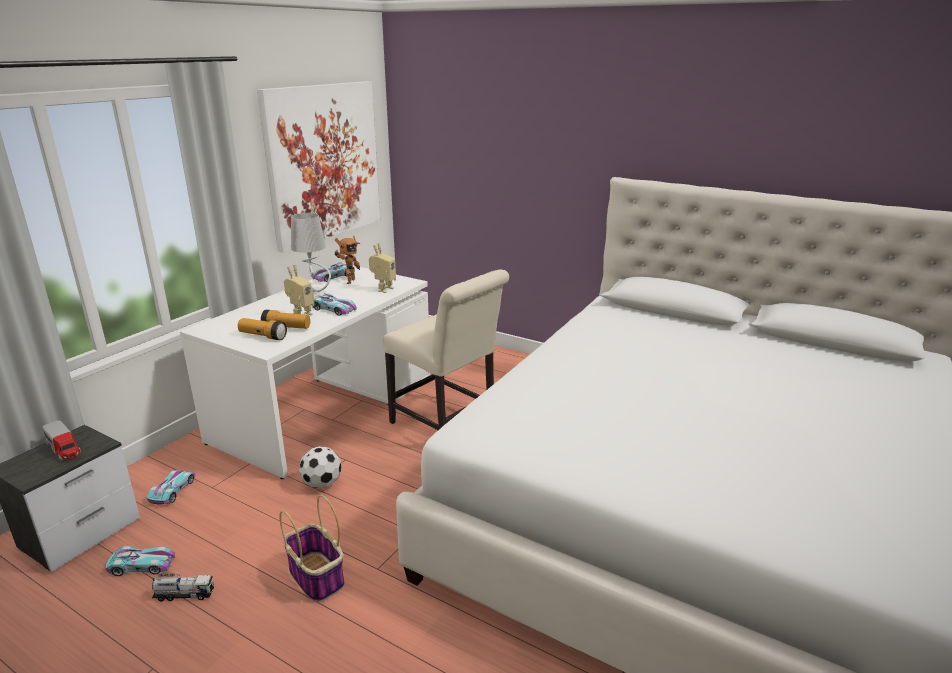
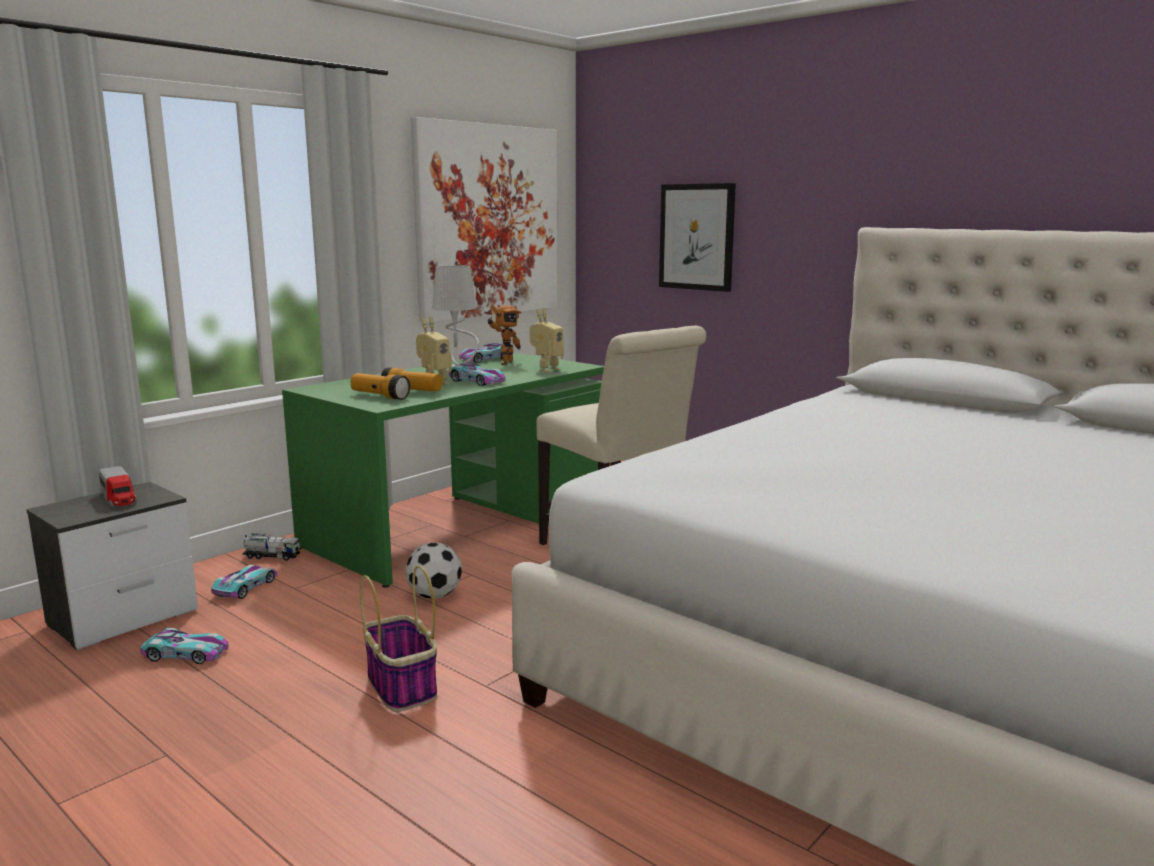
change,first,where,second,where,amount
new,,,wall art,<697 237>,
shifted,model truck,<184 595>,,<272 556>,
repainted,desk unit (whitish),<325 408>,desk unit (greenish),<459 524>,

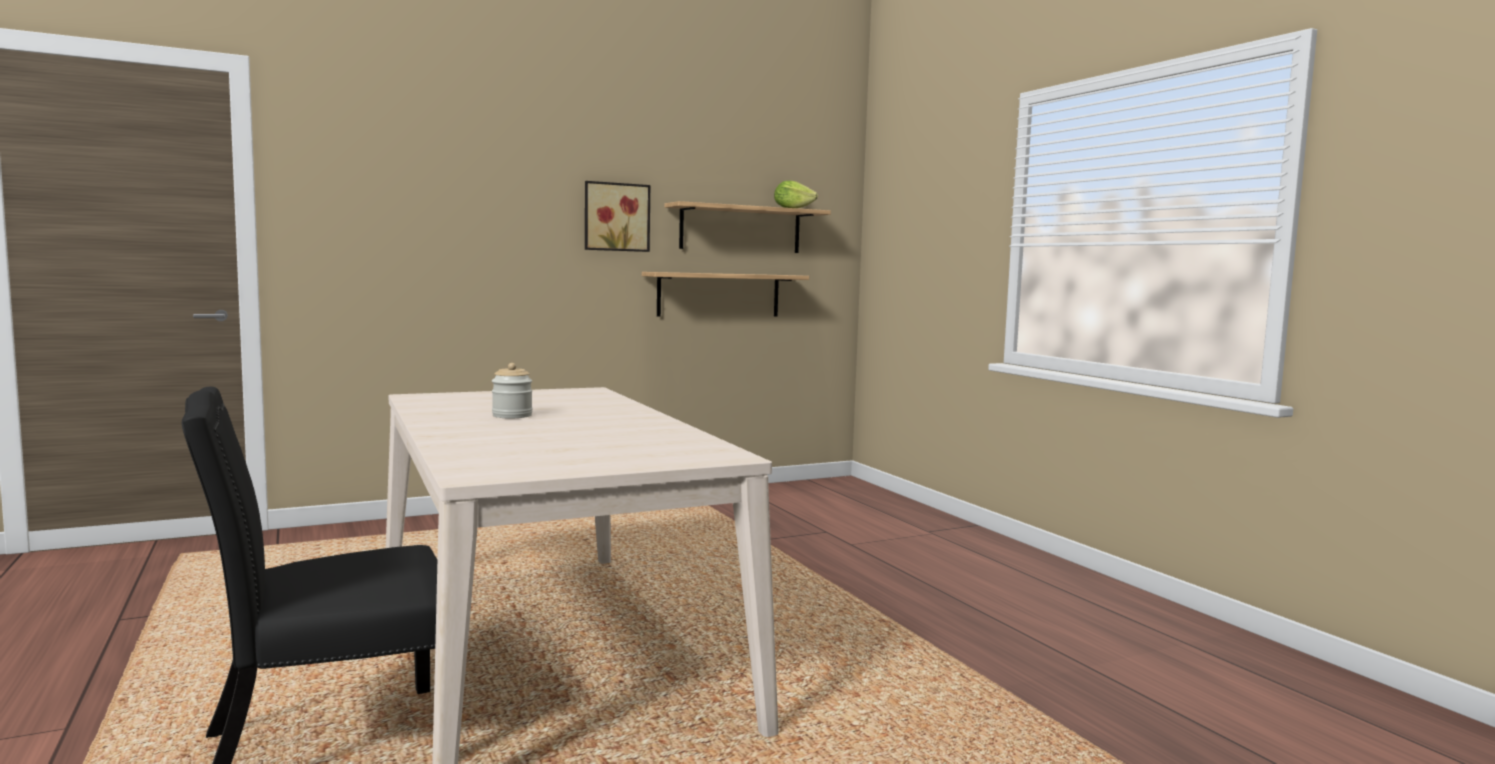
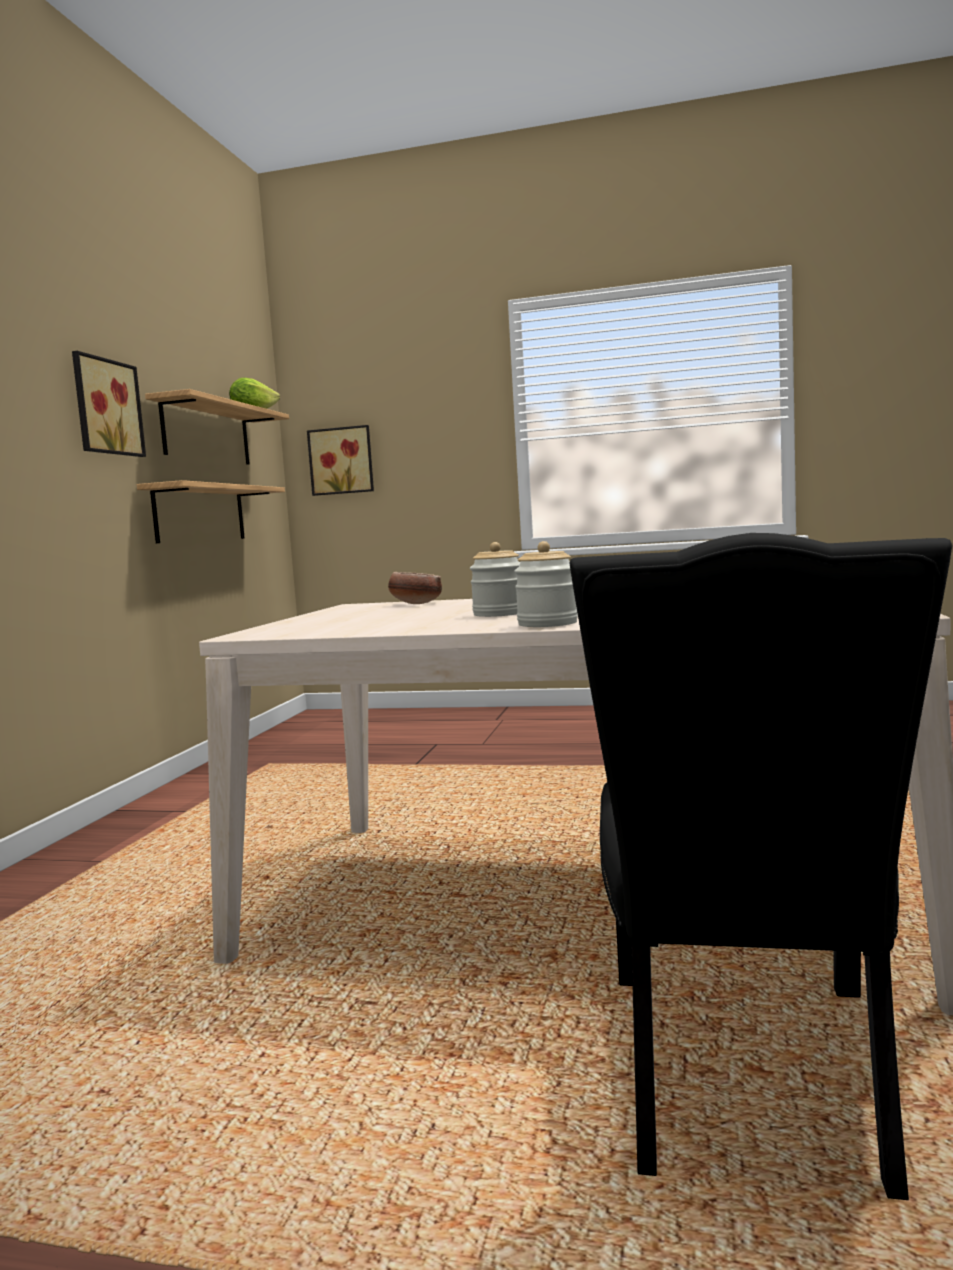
change,first,where,second,where,amount
new,,,wall art,<342 461>,
new,,,serving bowl,<415 604>,
new,,,preserve jar,<547 624>,

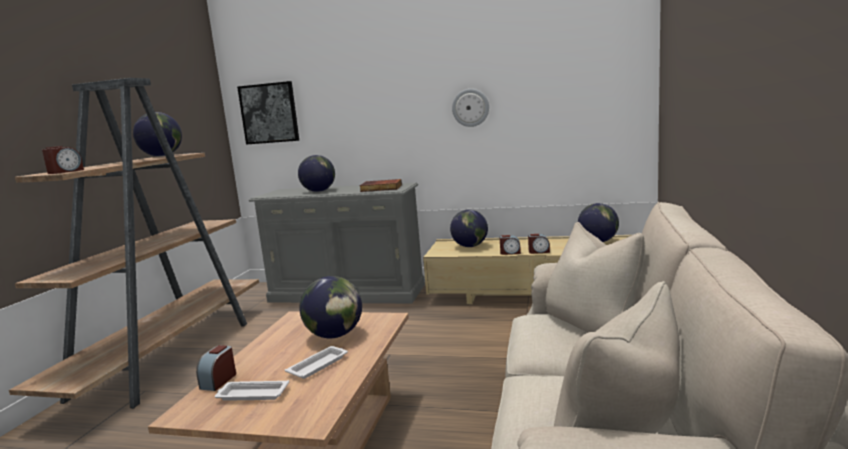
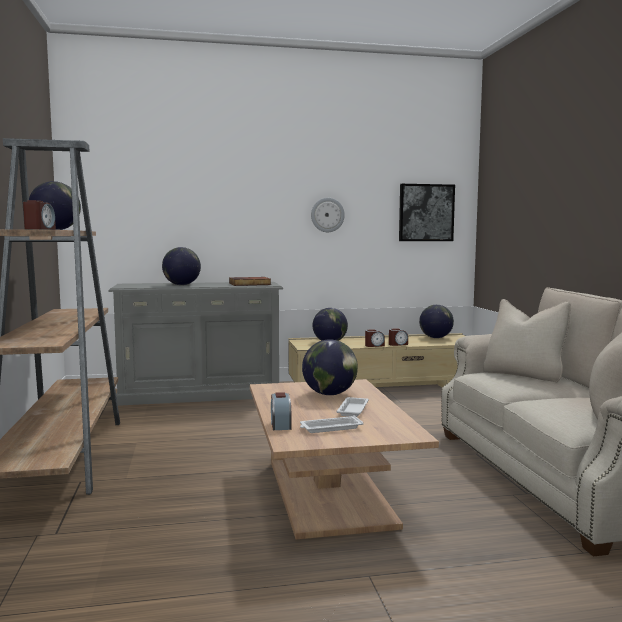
change,first,where,second,where,amount
shifted,wall art,<269 113>,,<426 212>,

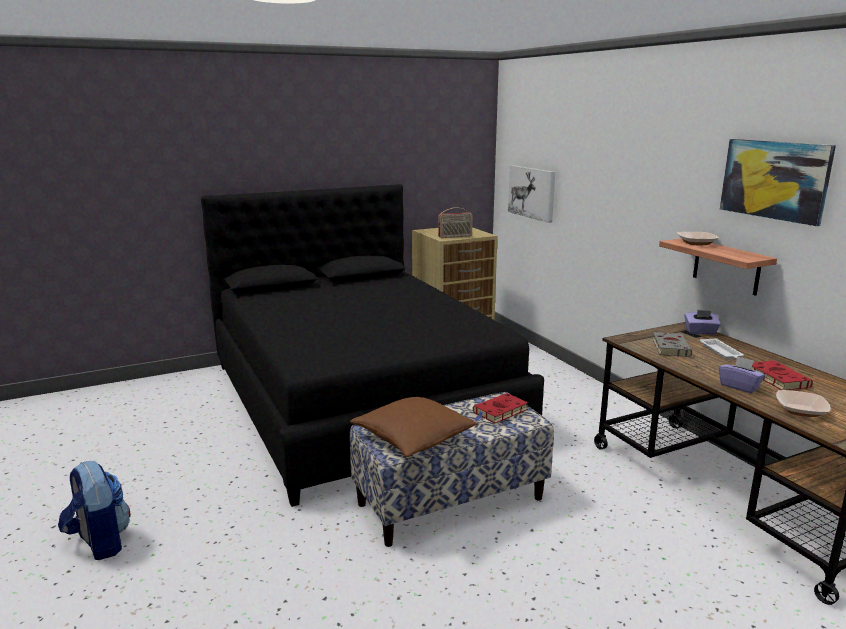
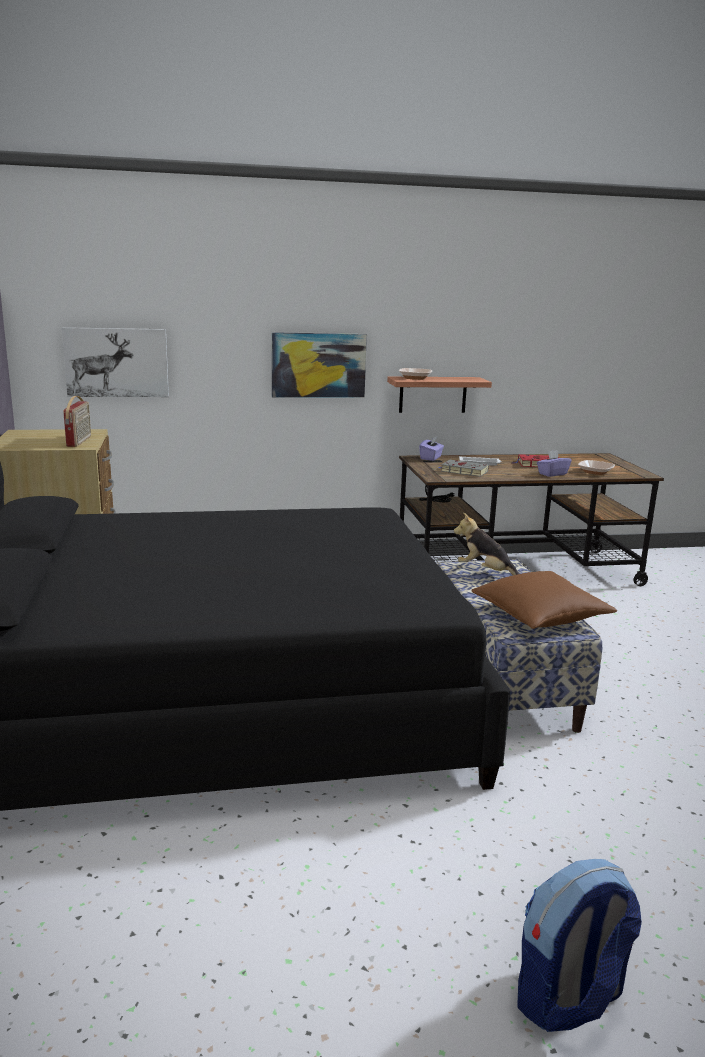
change,first,where,second,where,amount
shifted,wall art,<774 180>,,<318 365>,
swapped,bound book (red),<499 412>,soft toy,<486 572>,

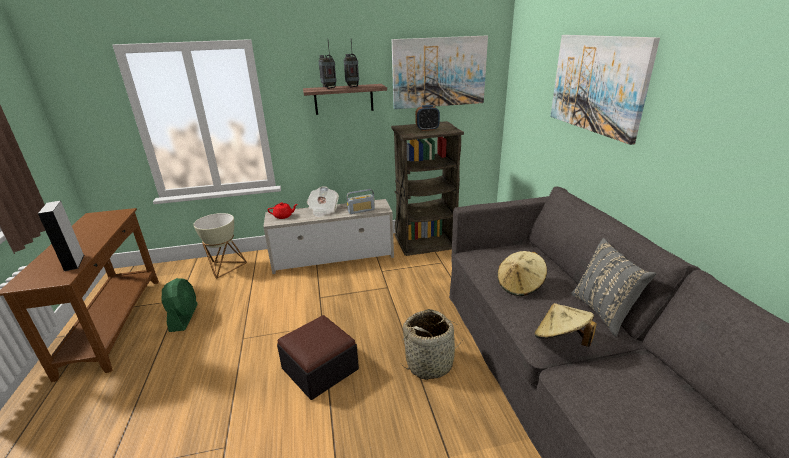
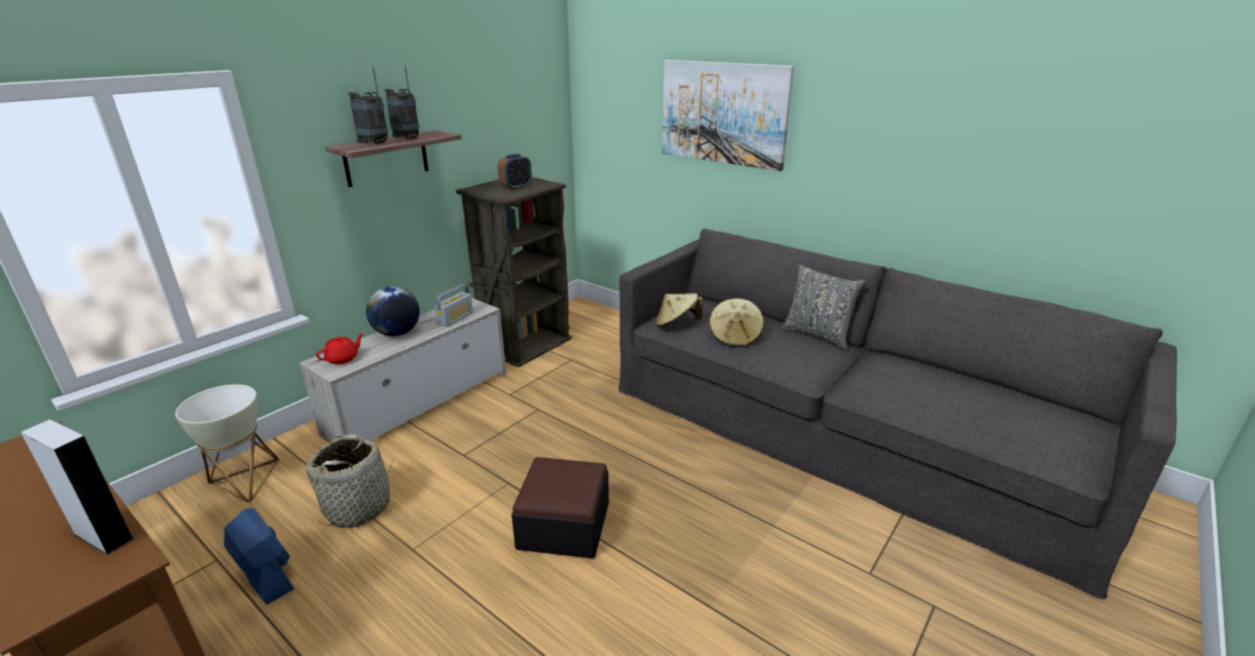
change,first,where,second,where,amount
gone,wall art,<439 72>,,,
shifted,household basket,<430 363>,,<358 506>,
shifted,wearable hat (sand-coloured),<560 339>,,<676 324>,
swapped,newspaper,<323 210>,world globe,<397 333>,
repainted,fan (greenish),<184 317>,fan (bluish),<266 575>,

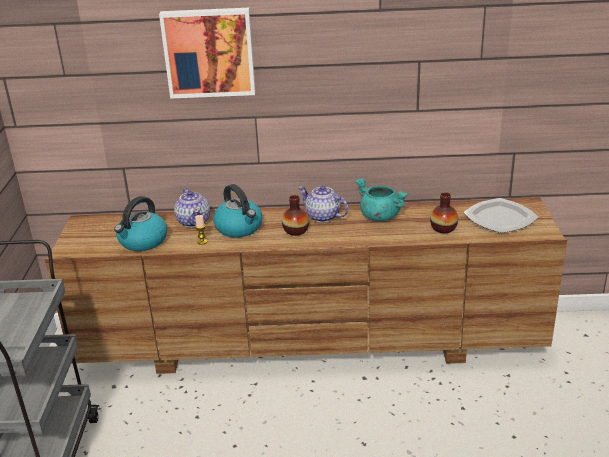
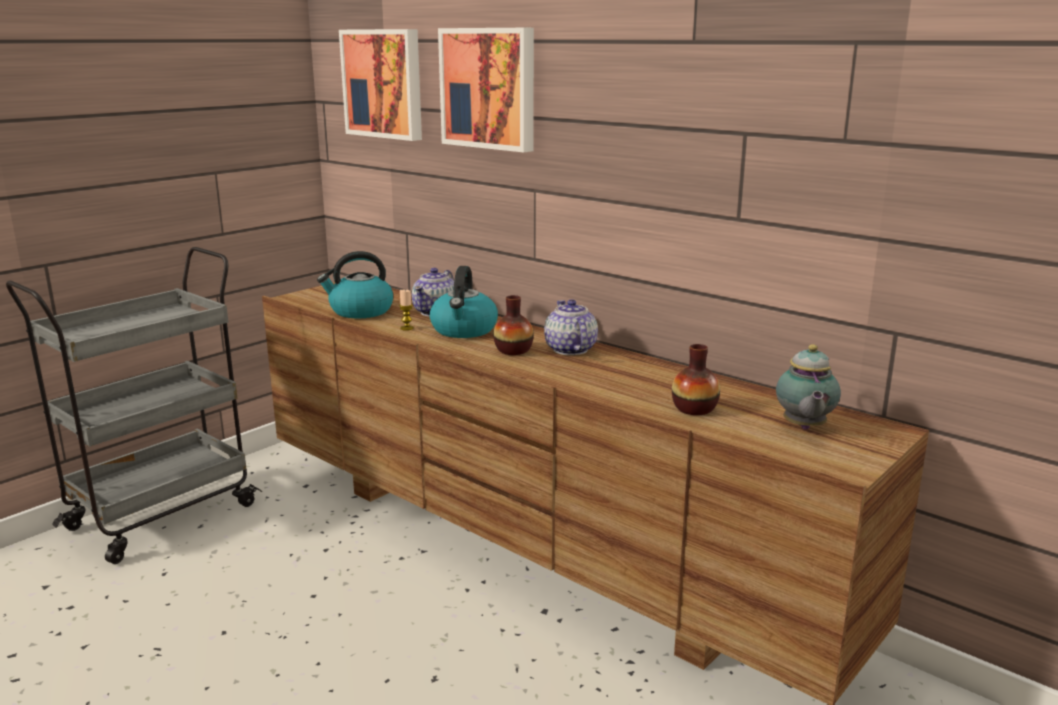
change,first,where,second,where,amount
gone,stockpot (turquoise-coloured),<379 216>,,,
new,,,wall art,<384 83>,
swapped,flat dish,<499 218>,teapot,<803 427>,

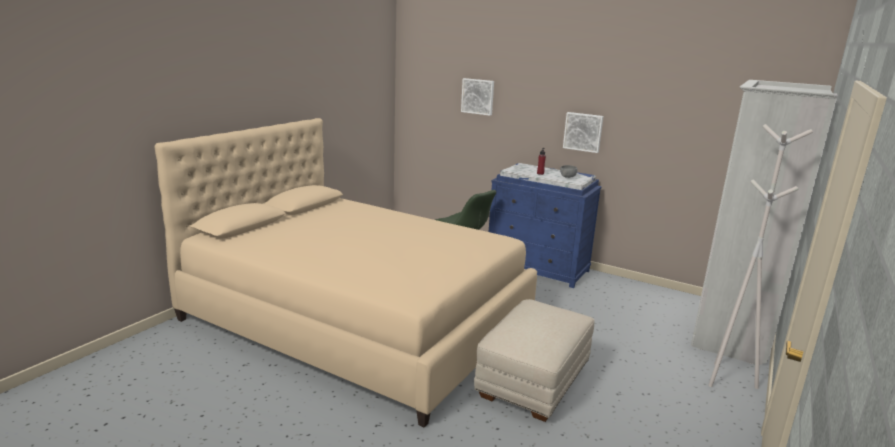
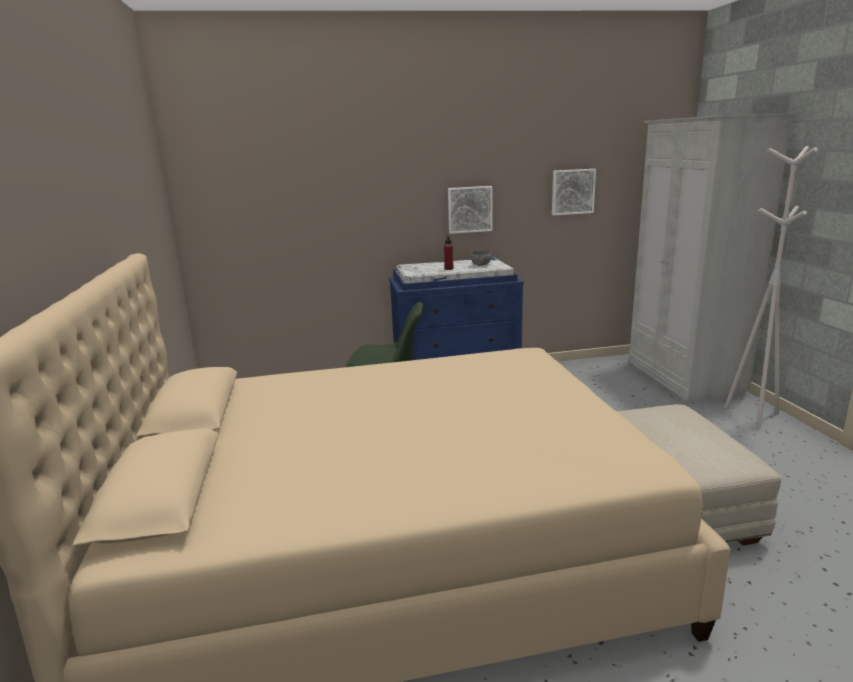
change,first,where,second,where,amount
shifted,wall art,<478 96>,,<572 191>,

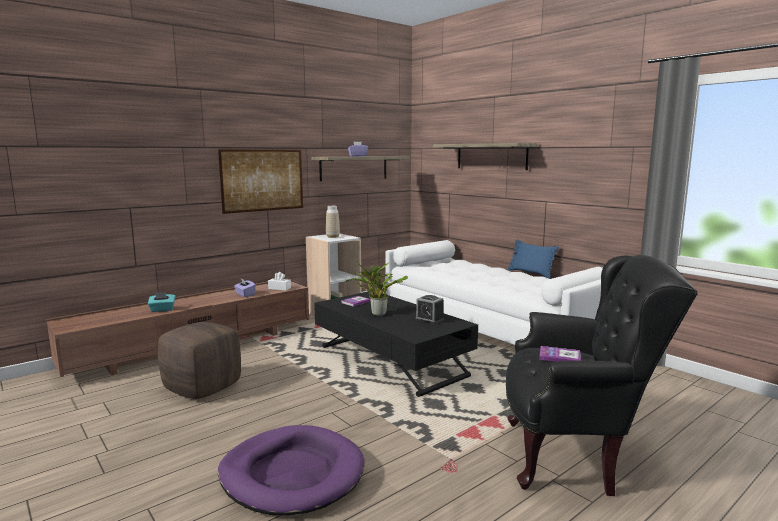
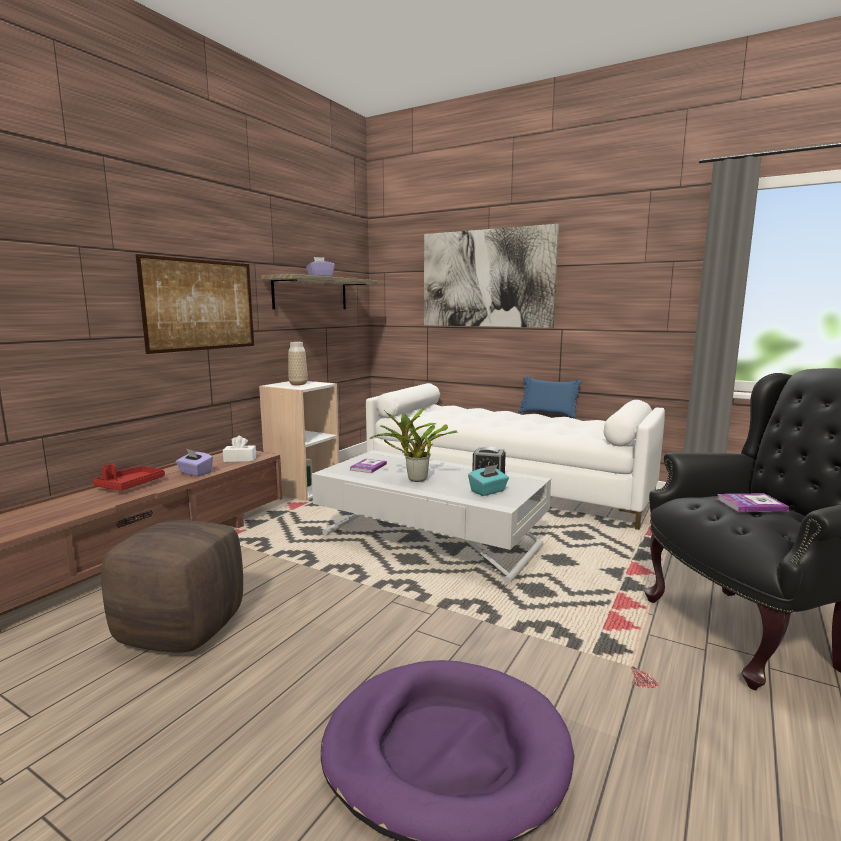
change,first,where,second,where,amount
new,,,tray (red),<130 485>,
shifted,tissue box (turquoise-coloured),<162 310>,,<488 491>,
swapped,bracket shelf,<491 156>,wall art,<487 278>,
repainted,lounge table (black-coloured),<391 361>,lounge table (whitish),<430 541>,

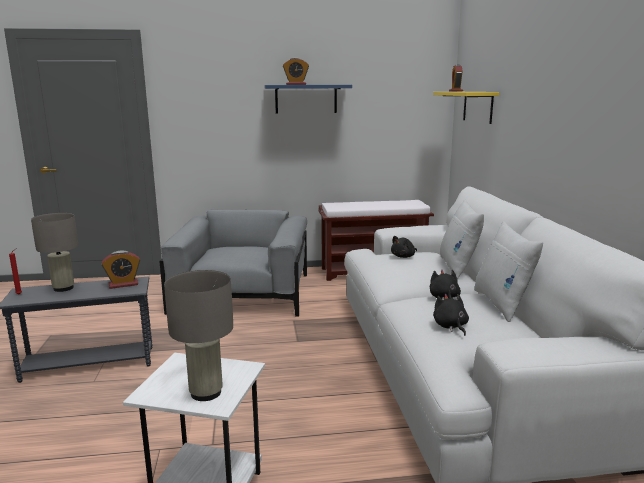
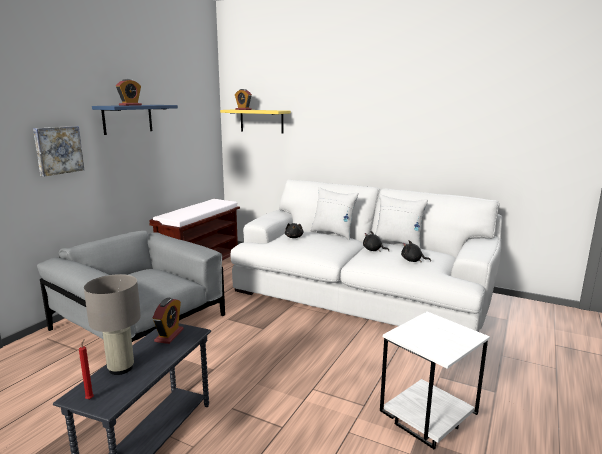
change,first,where,second,where,amount
gone,lamp for a table (gray),<207 393>,,,
new,,,wall art,<58 150>,

